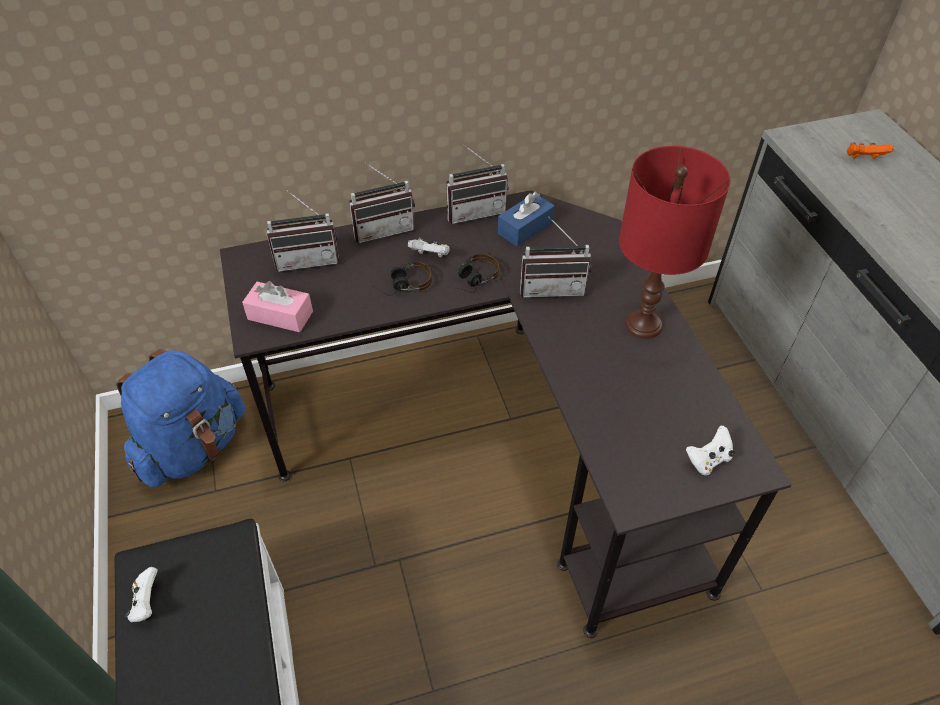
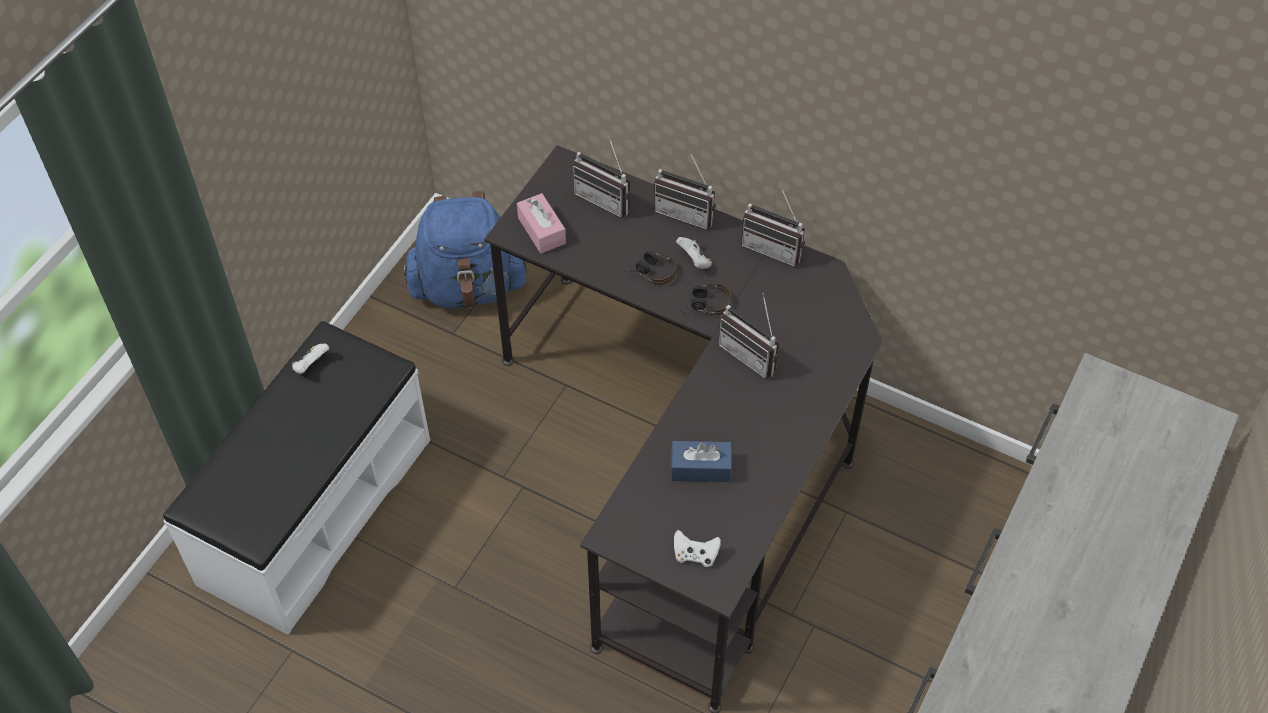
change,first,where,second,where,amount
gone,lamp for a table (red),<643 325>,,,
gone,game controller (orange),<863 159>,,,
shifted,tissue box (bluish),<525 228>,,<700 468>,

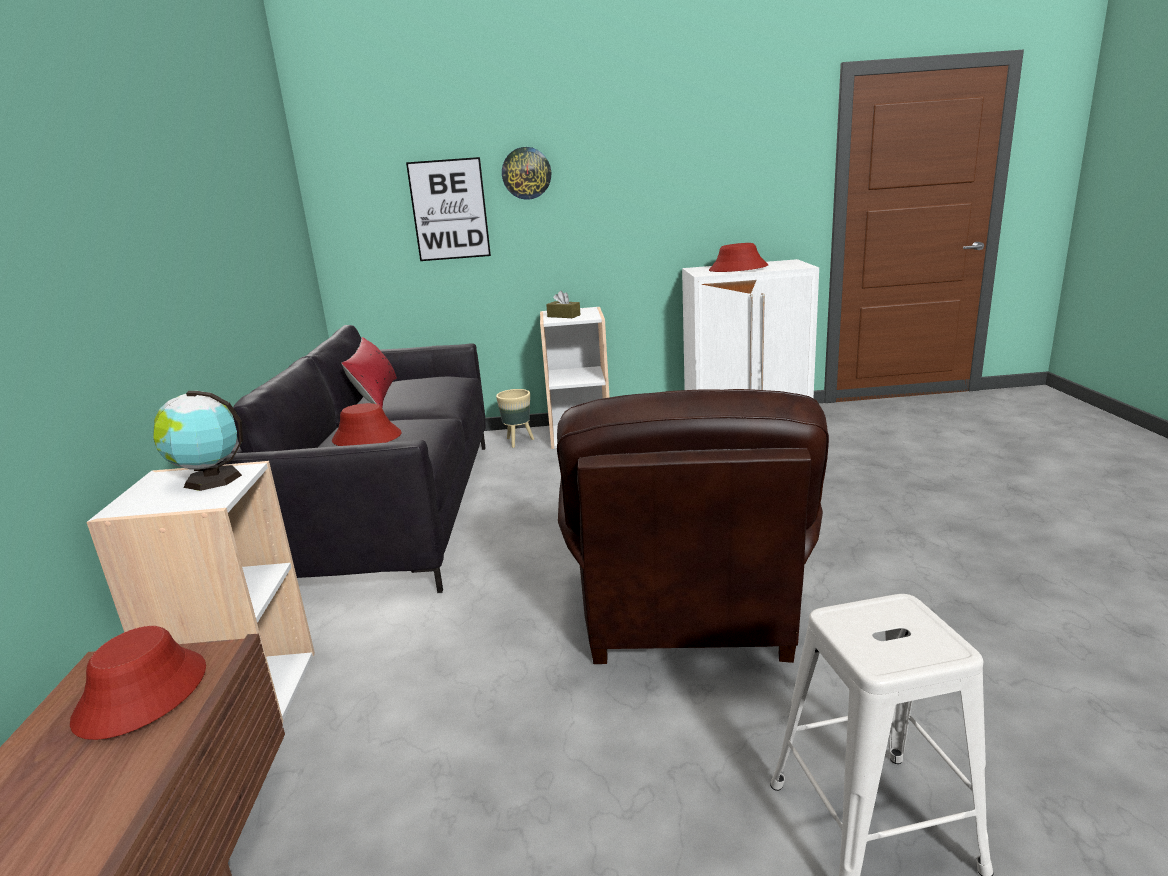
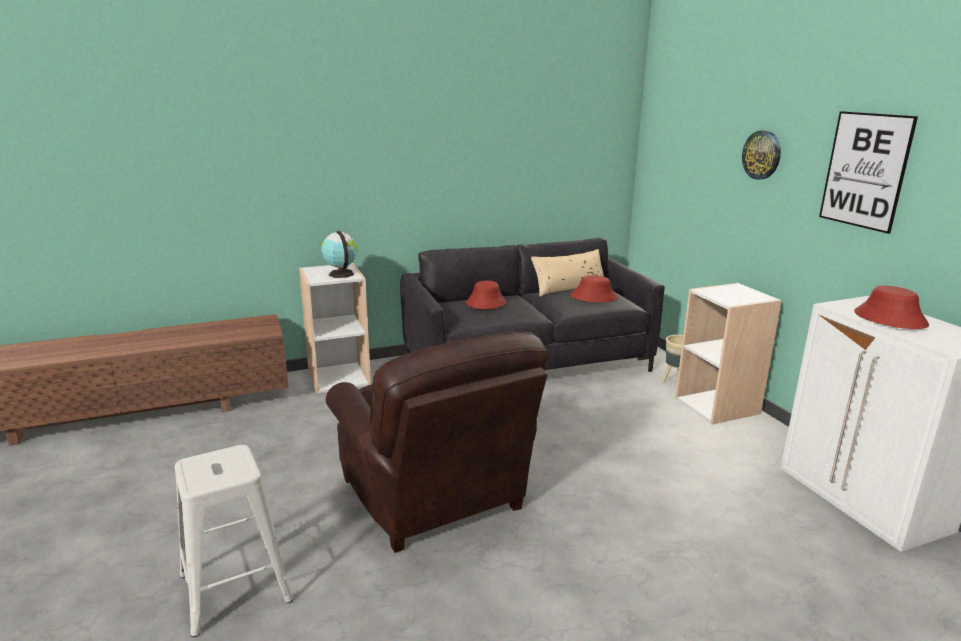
change,first,where,second,where,amount
gone,tissue box (brown),<563 316>,,,
shifted,wearable hat (red),<142 694>,,<593 297>,
shifted,wall art,<449 210>,,<865 170>,
repainted,throw pillow (red),<375 394>,throw pillow (sand-coloured),<569 289>,
rotated,armchair (brown),<687 616>,,<435 498>,105 degrees counterclockwise

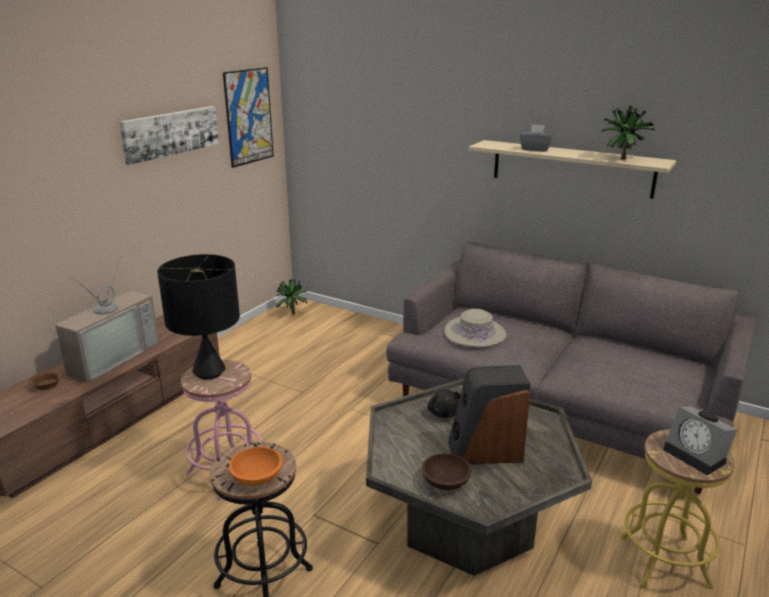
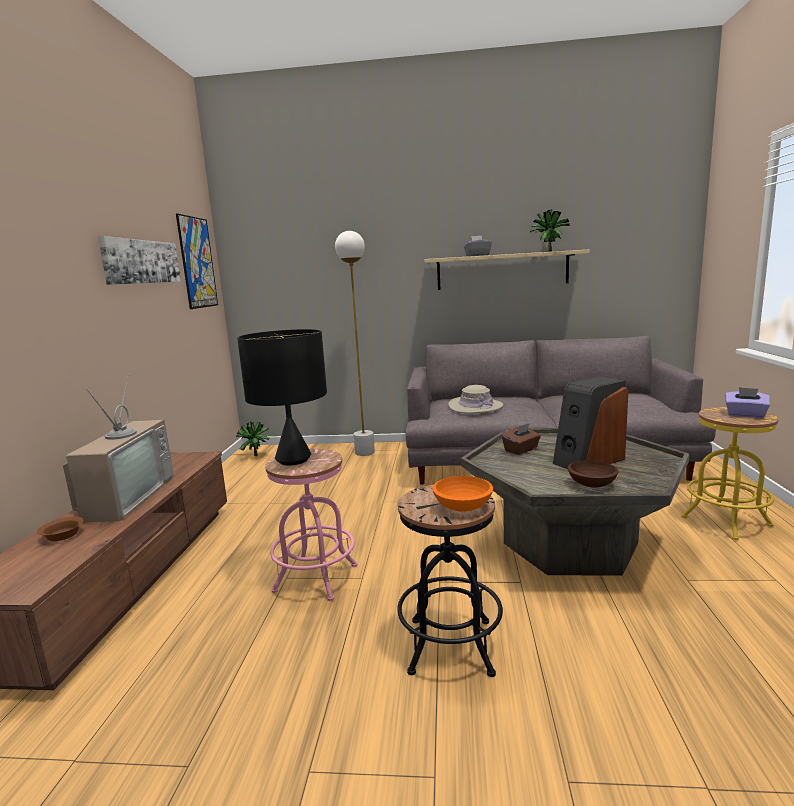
change,first,where,second,where,amount
new,,,floor lamp (whitish),<365 452>,
swapped,soft toy (black-coloured),<444 412>,tissue box (brown),<521 450>,
swapped,table clock,<697 456>,tissue box (purple),<745 415>,

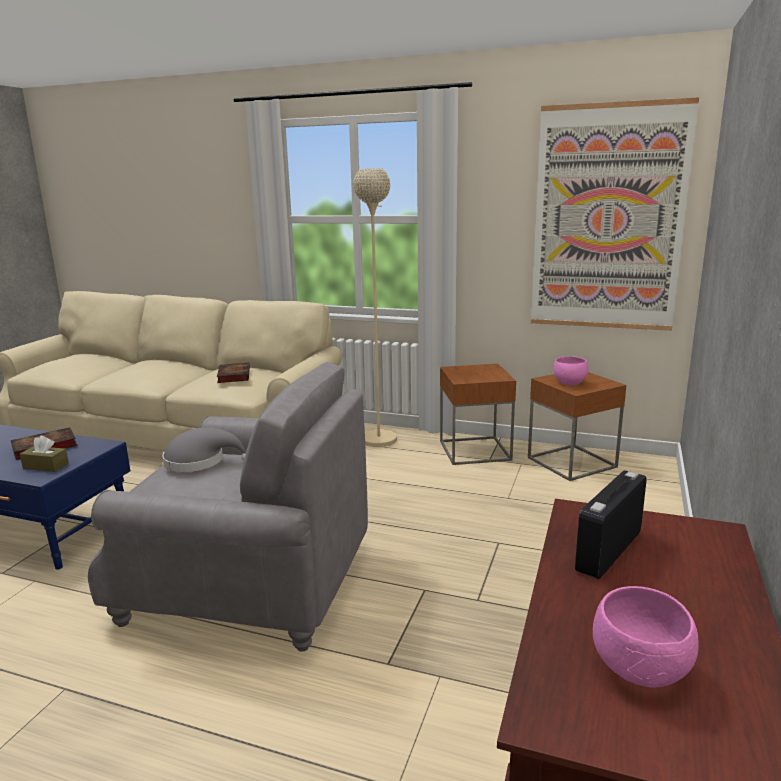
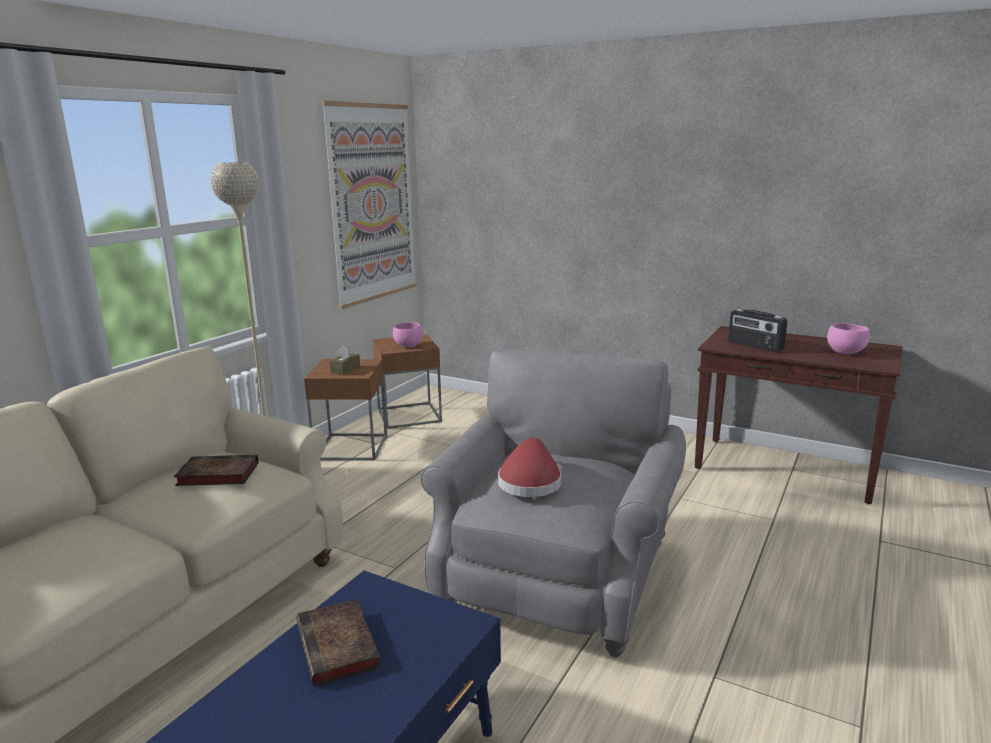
change,first,where,second,where,amount
shifted,tissue box (brown),<46 466>,,<345 369>,
repainted,wearable hat (gray),<199 461>,wearable hat (red),<529 481>,

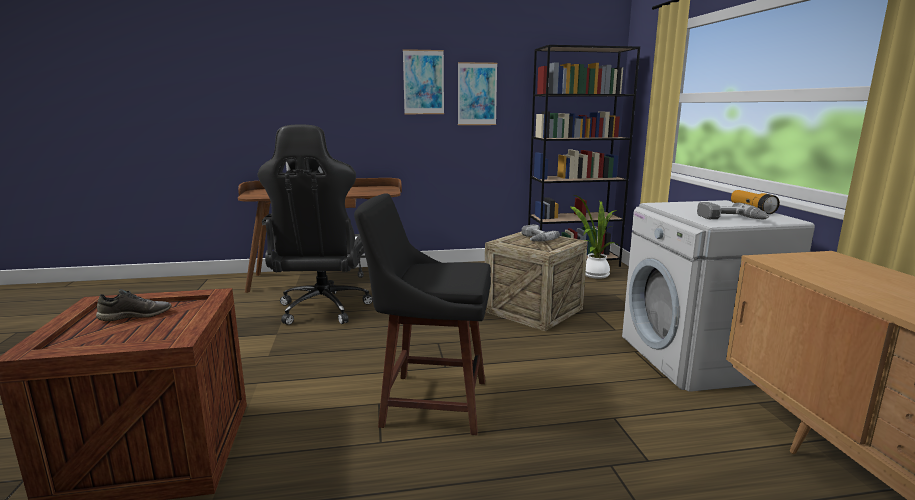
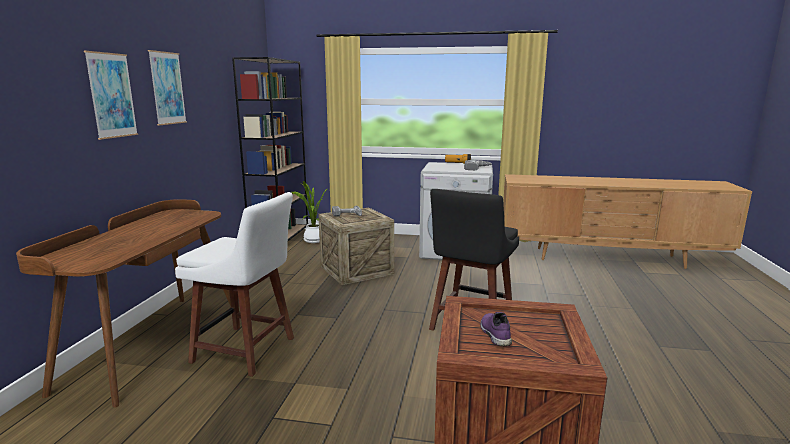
change,first,where,second,where,amount
shifted,wall art,<477 94>,,<112 95>,
swapped,desk chair (black-coloured),<325 306>,sitting stool (whitish),<247 350>,
repainted,low shoe (gray),<136 315>,low shoe (purple),<494 334>,

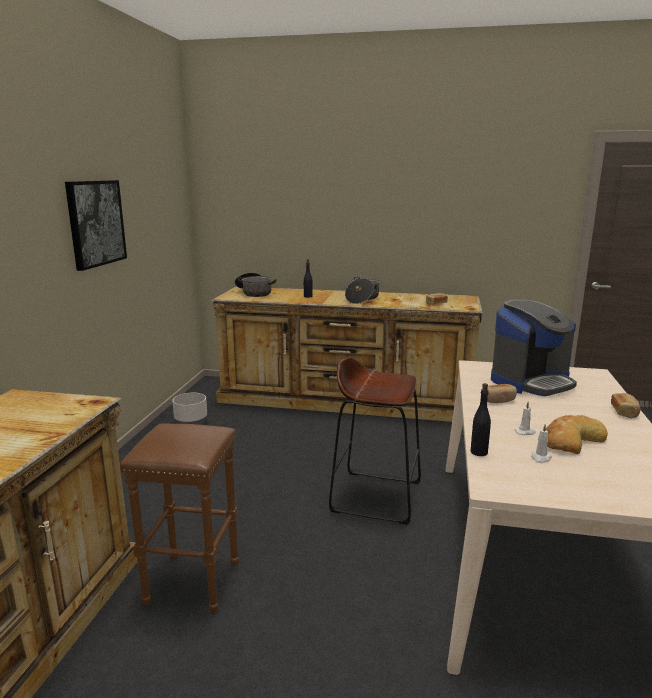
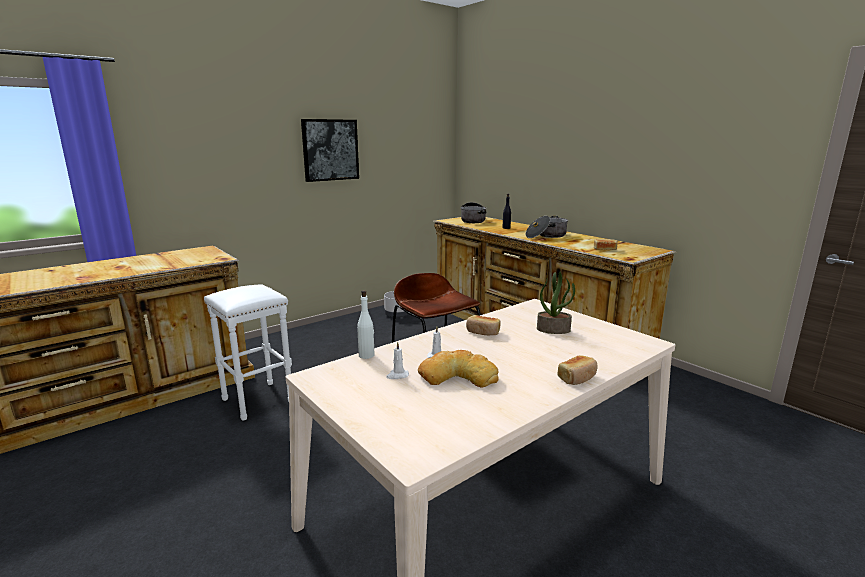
change,first,where,second,where,amount
swapped,coffee brewer,<531 382>,potted plant,<553 329>,
repainted,sitting stool (brown),<191 580>,sitting stool (whitish),<258 399>,
repainted,drink bottle (black-coloured),<479 452>,drink bottle (whitish),<366 355>,

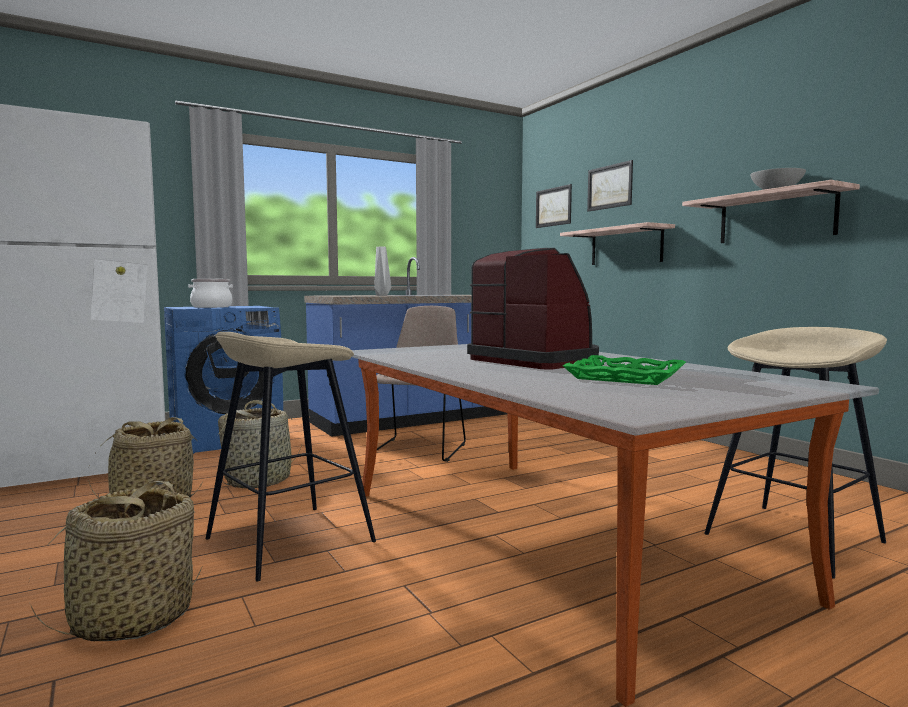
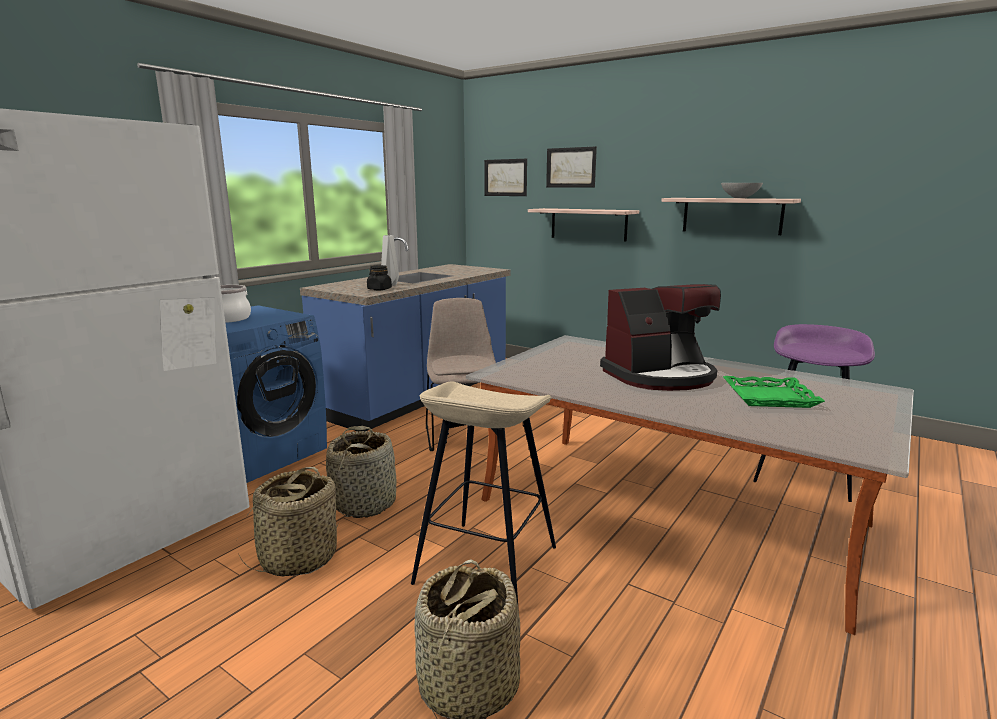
change,first,where,second,where,amount
new,,,preserve jar (black-coloured),<379 289>,
repainted,sitting stool (sand-coloured),<794 538>,sitting stool (purple),<802 473>,
rotated,coffee brewer,<536 361>,,<660 376>,135 degrees clockwise

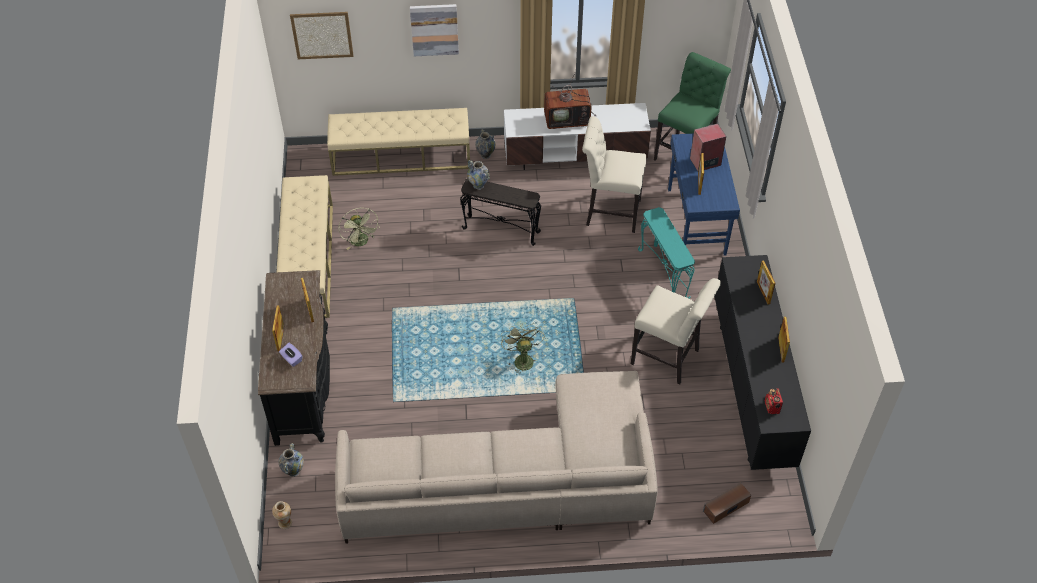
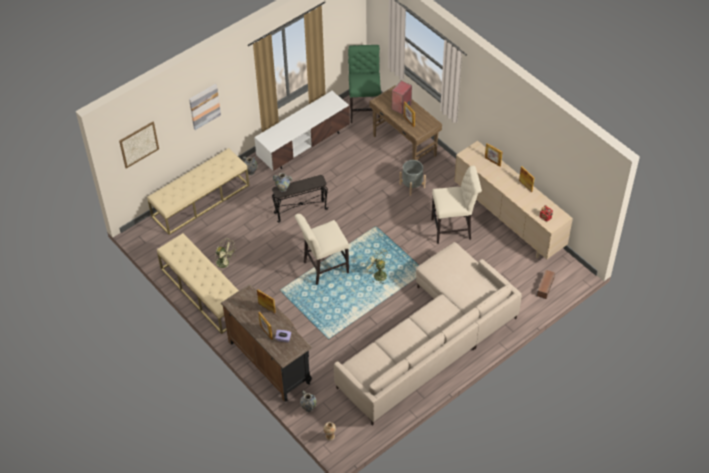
change,first,where,second,where,amount
gone,television,<568 119>,,,
shifted,sitting stool (sand-coloured),<609 212>,,<323 268>,
swapped,side table (turquoise-coloured),<663 275>,plant pot (gray),<412 186>,
repainted,hall table (bluish),<696 222>,hall table (brown),<405 146>,
repainted,cabinet (black-coloured),<752 390>,cabinet (sand-coloured),<509 221>,

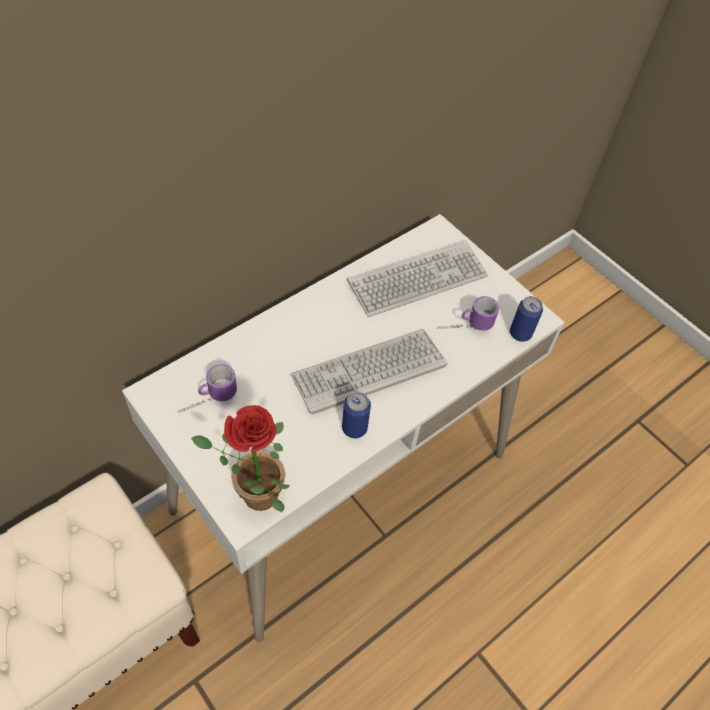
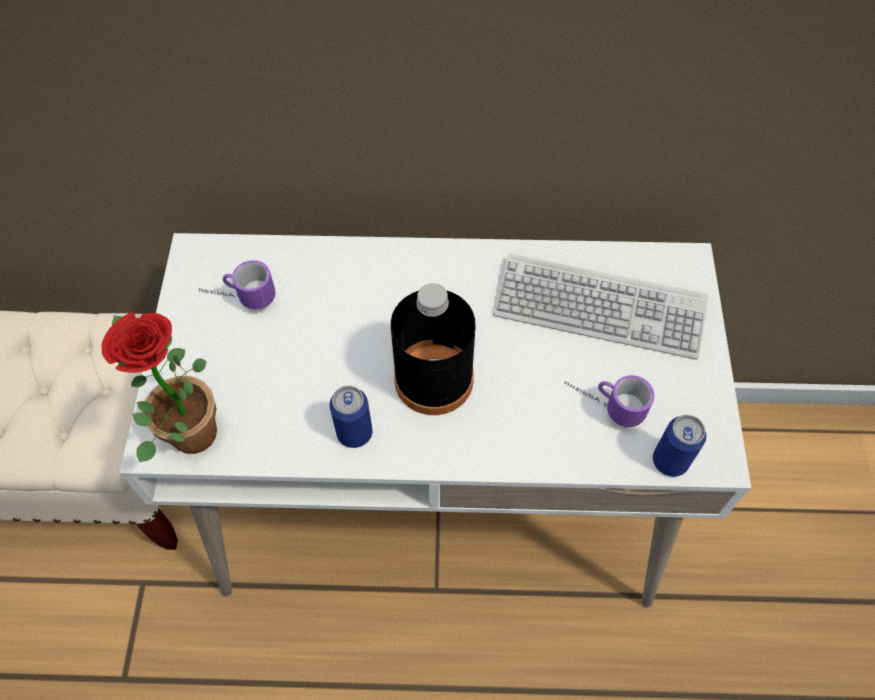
change,first,where,second,where,amount
swapped,keyboard,<369 371>,drink bottle (black-coloured),<433 379>,

